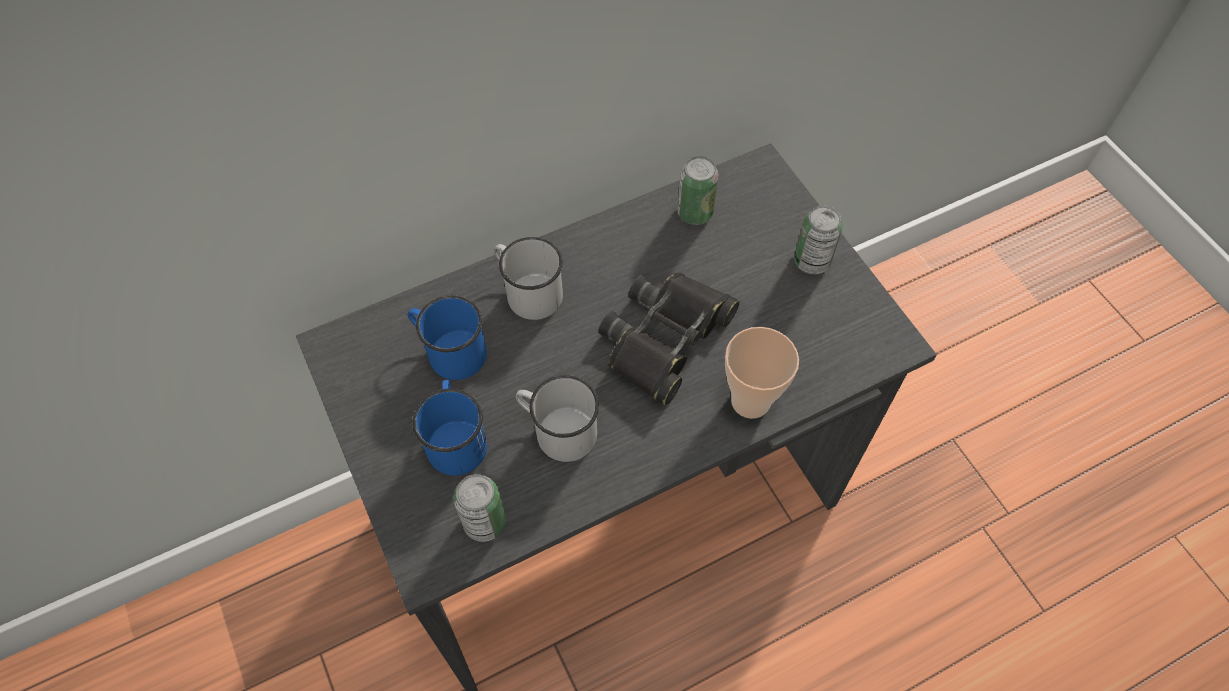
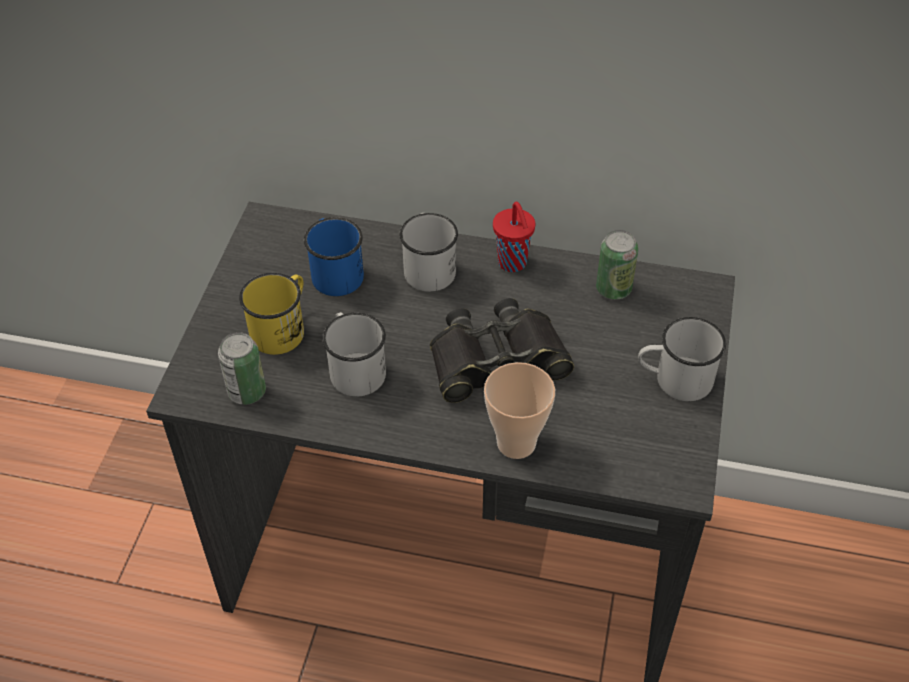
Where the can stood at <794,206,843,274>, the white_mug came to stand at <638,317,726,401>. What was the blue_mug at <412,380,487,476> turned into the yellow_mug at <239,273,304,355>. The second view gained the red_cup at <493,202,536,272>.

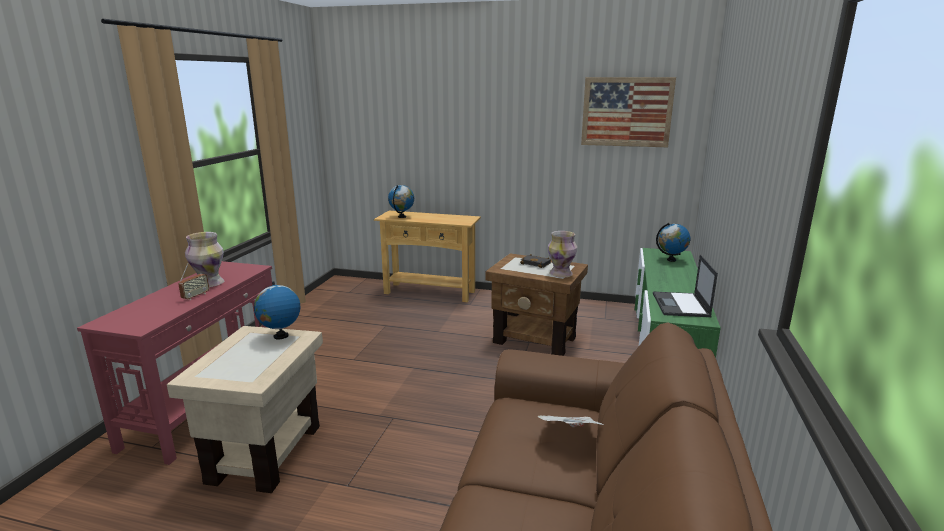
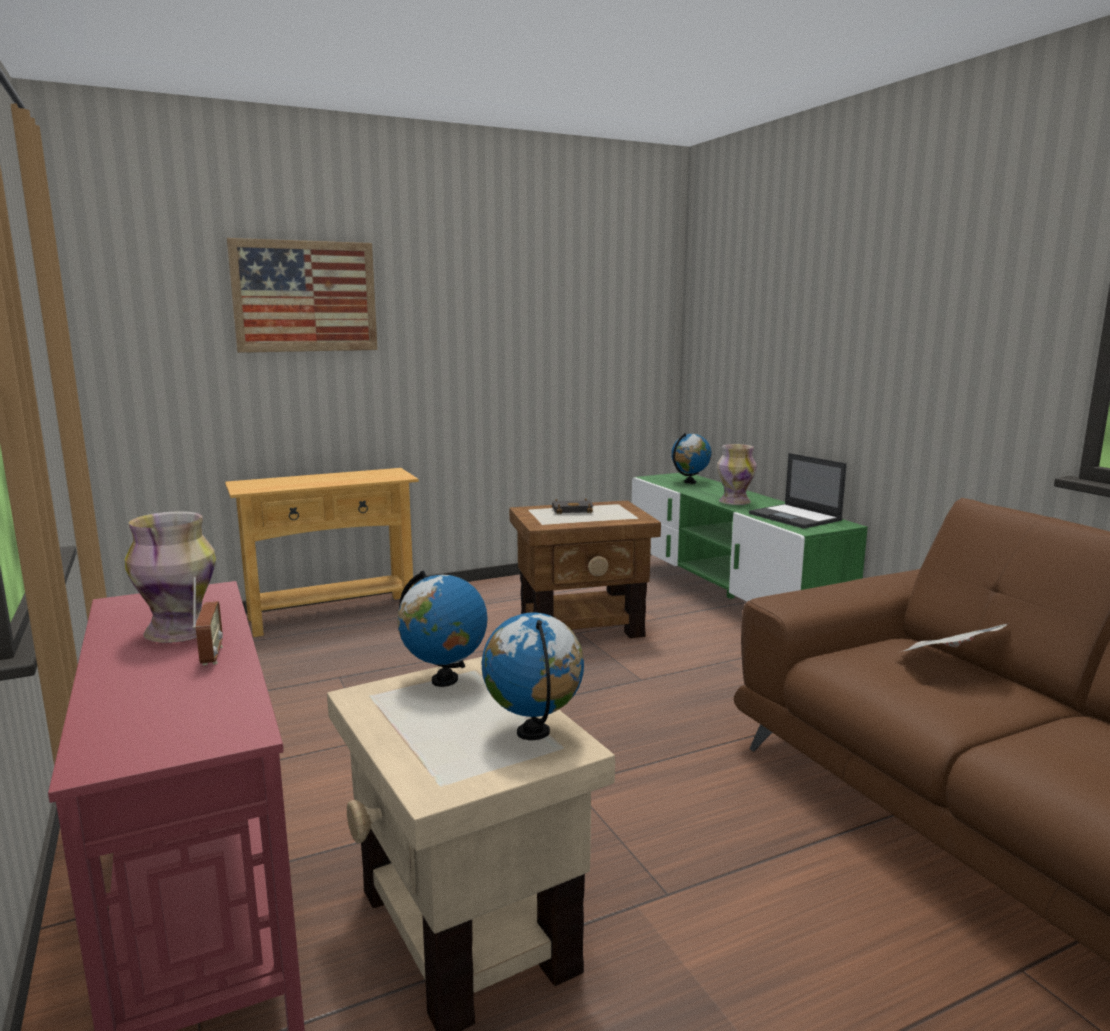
The picture ended up elsewhere, having gone from <581,77,676,147> to <227,238,378,353>. The globe ended up elsewhere, having gone from <388,185,414,218> to <481,612,584,740>. The vase ended up elsewhere, having gone from <548,231,577,278> to <717,444,757,505>.

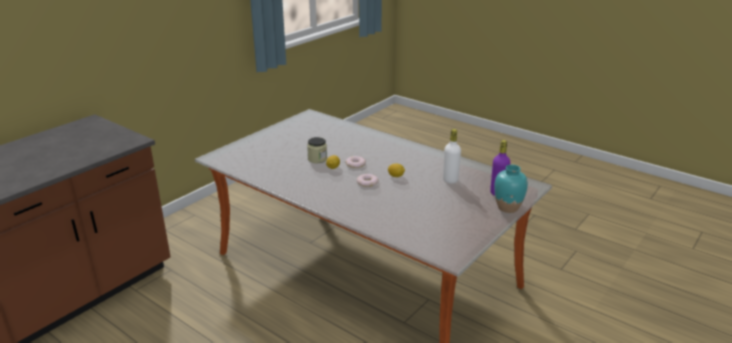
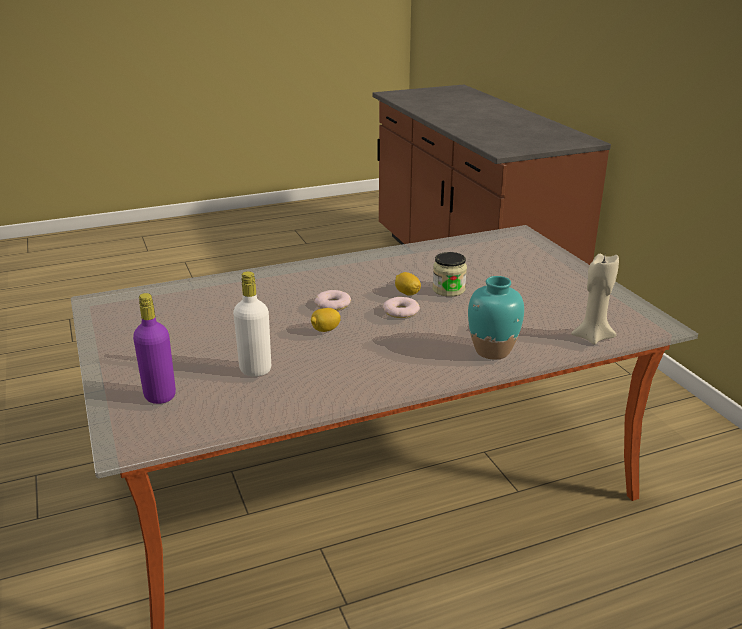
The turquoise_vase ended up elsewhere, having gone from <494,165,528,213> to <468,276,524,359>. The second view gained the beige_candle at <571,254,619,345>.

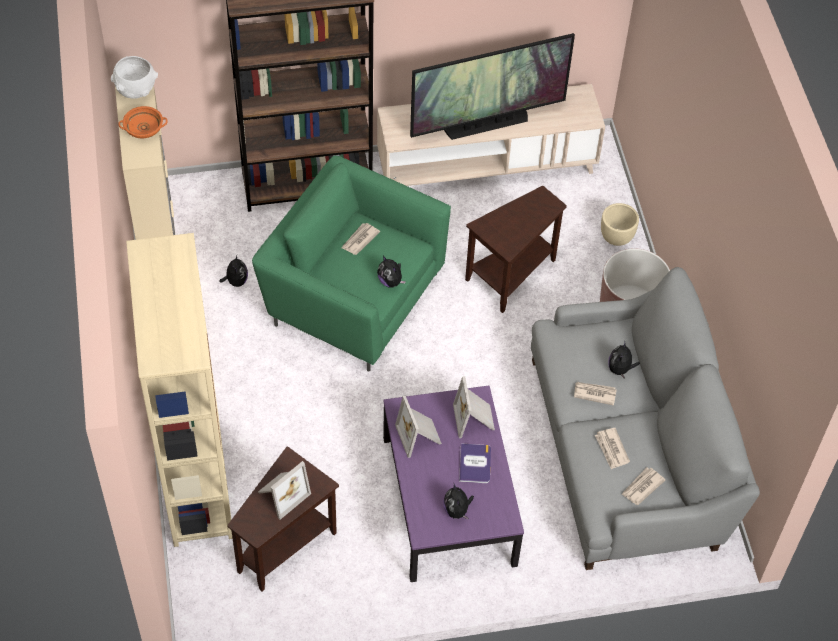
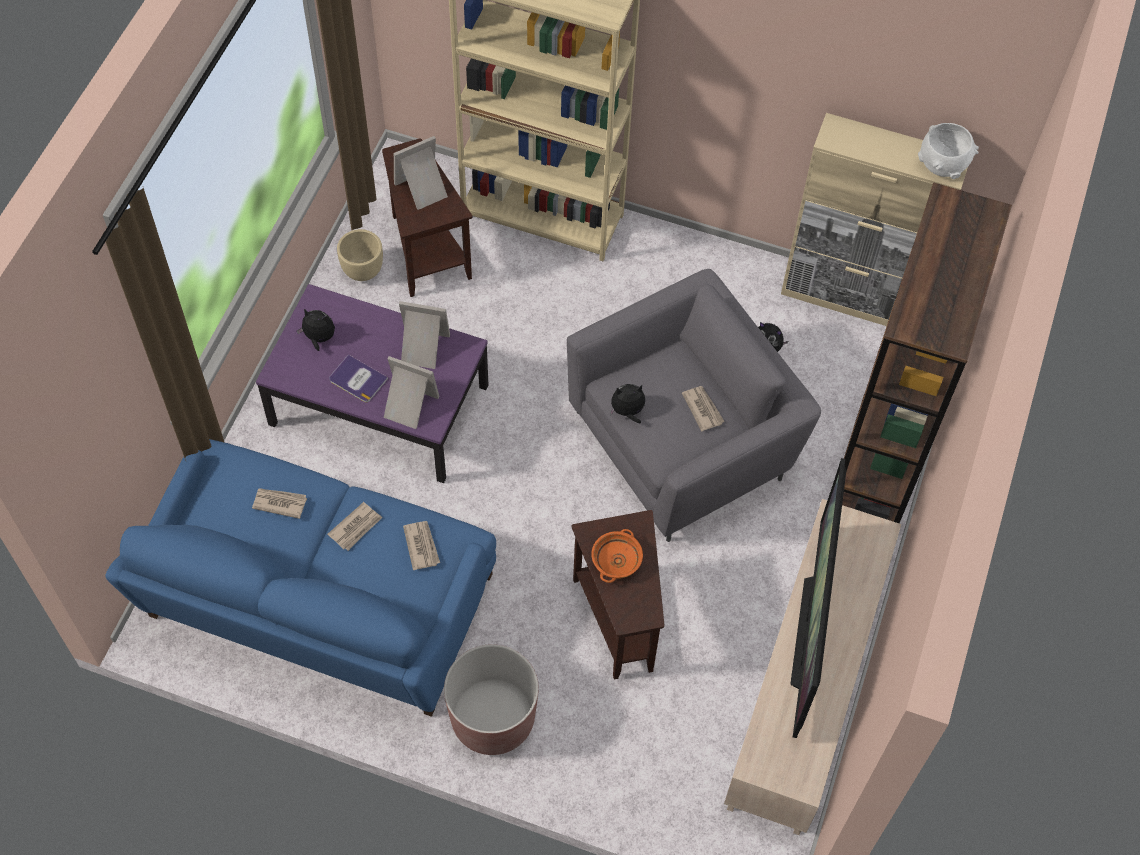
The orange_bowl ended up elsewhere, having gone from <118,106,168,138> to <591,529,643,583>. What was the green_armchair at <252,156,451,372> turned into the grey_armchair at <567,269,821,542>. The beige_planter ended up elsewhere, having gone from <601,203,639,246> to <337,229,383,281>. What was the grey_sofa at <531,267,760,570> turned into the blue_sofa at <105,439,496,717>. The second view lost the plush_toy at <608,341,640,379>. The picture_frame at <258,461,311,520> ended up facing another way, 75 degrees clockwise from before. The newspaper ended up elsewhere, having gone from <621,468,665,505> to <403,521,440,570>.

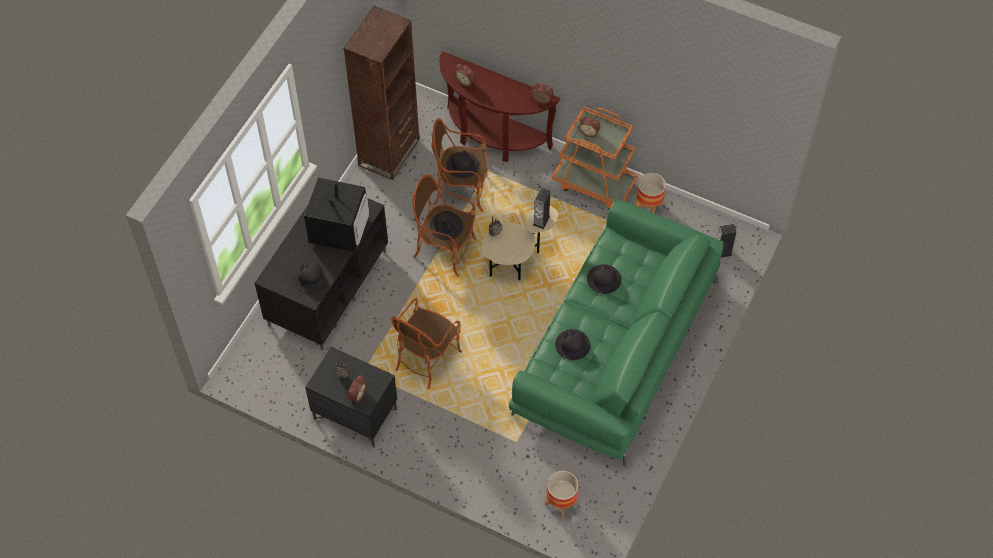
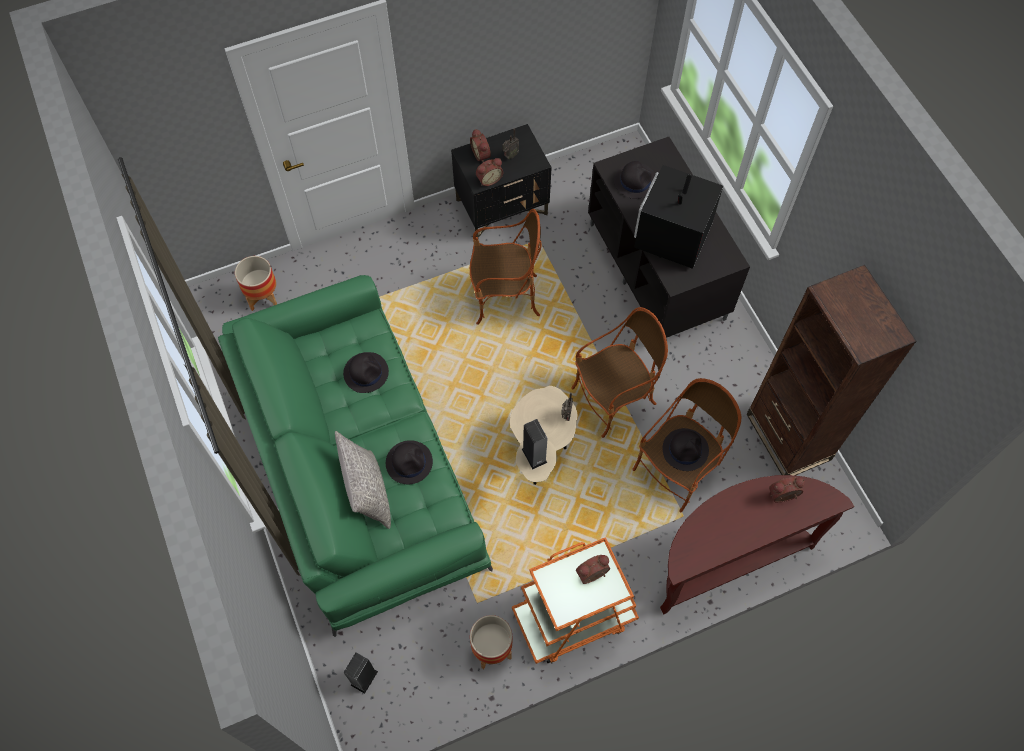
The alarm_clock ended up elsewhere, having gone from <532,83,553,104> to <476,158,503,186>. The television at <304,177,369,252> ended up facing another way, 60 degrees clockwise from before. The second view lost the black_hat at <430,211,463,240>. The armchair at <391,298,462,389> ended up facing another way, 105 degrees clockwise from before. The second view gained the grey_pillow at <335,431,391,529>.

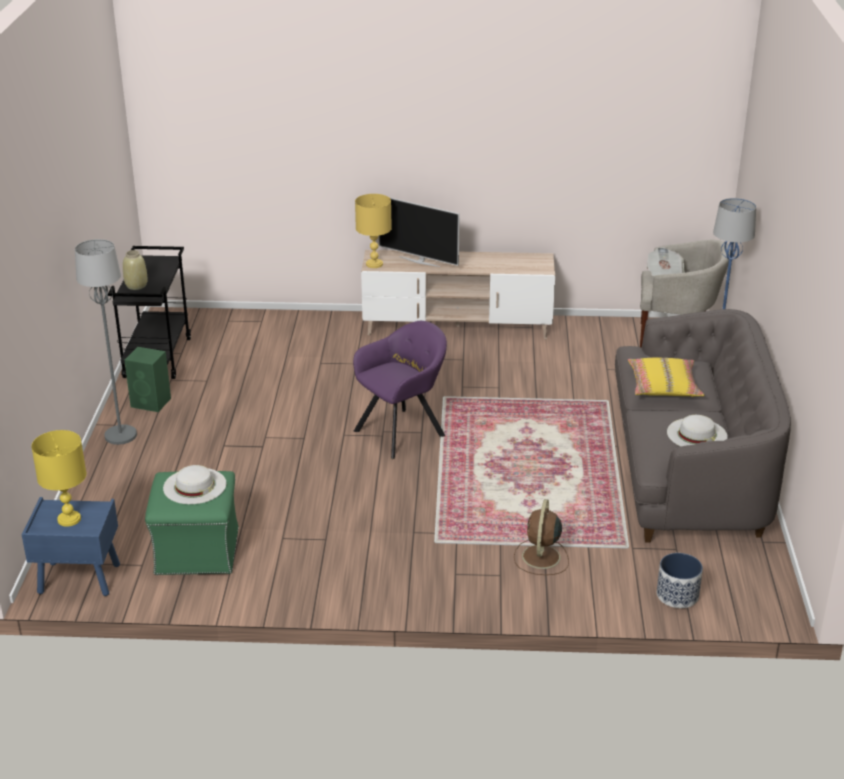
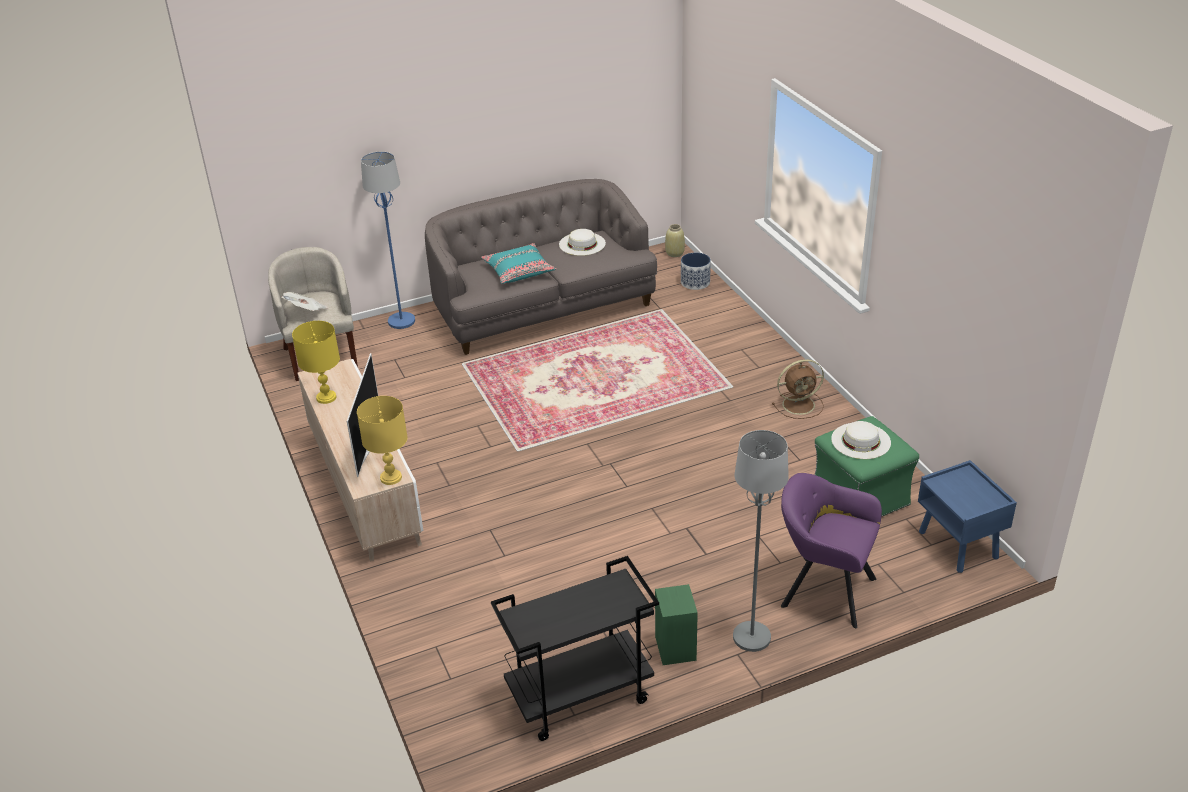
The beige_vase ended up elsewhere, having gone from <123,250,148,290> to <665,224,685,257>. The purple_armchair ended up elsewhere, having gone from <353,321,447,459> to <781,473,882,628>. What was the yellow_pillow at <628,358,704,397> turned into the turquoise_pillow at <481,243,556,284>. The yellow_table_lamp ended up elsewhere, having gone from <31,430,87,527> to <292,321,340,404>. The brown_fan ended up elsewhere, having gone from <514,499,569,575> to <772,359,824,419>.

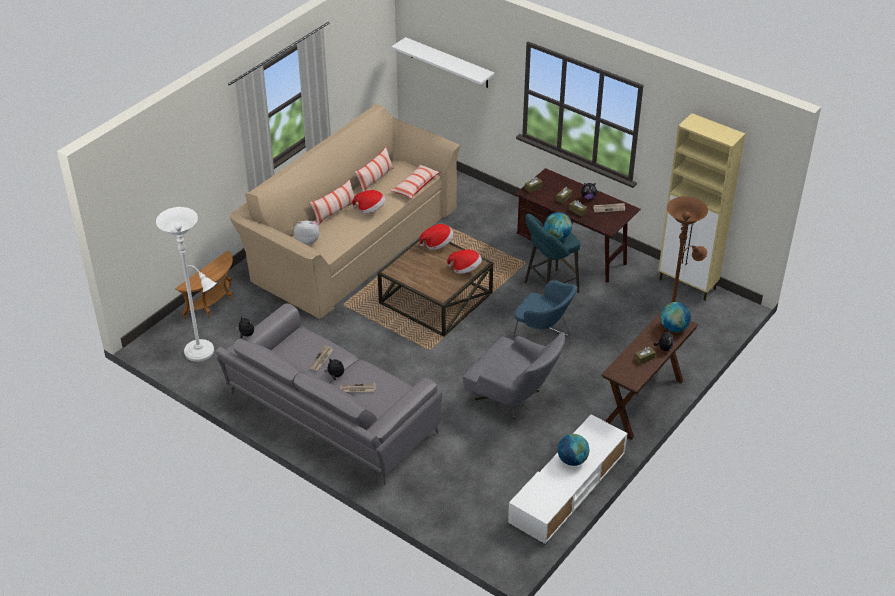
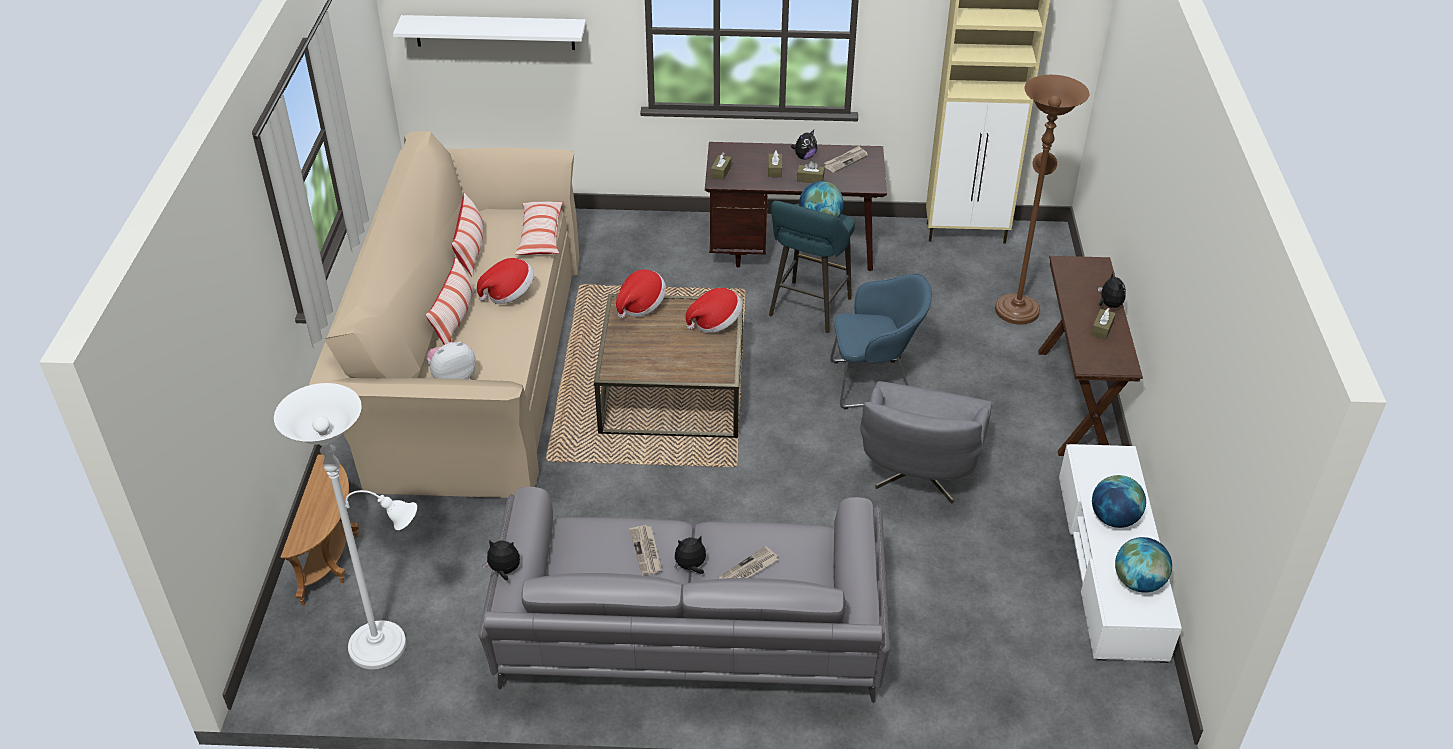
The globe ended up elsewhere, having gone from <660,302,691,332> to <1115,537,1172,593>. The grey_armchair at <463,332,565,419> ended up facing another way, 105 degrees clockwise from before.

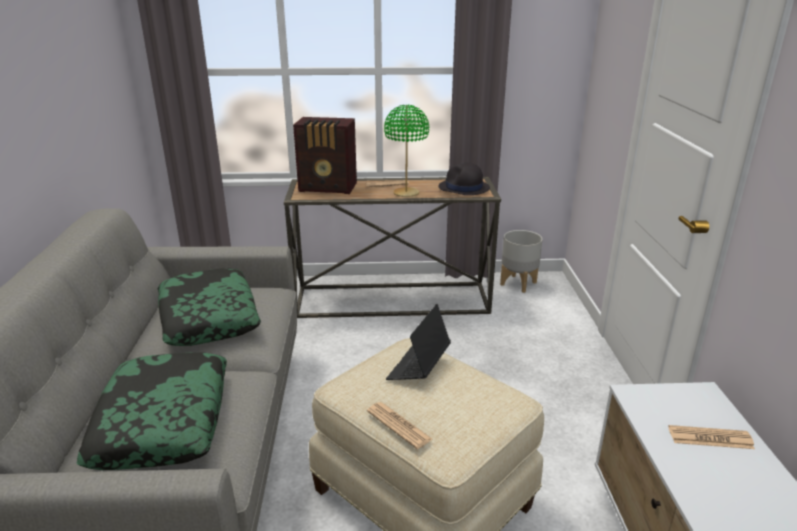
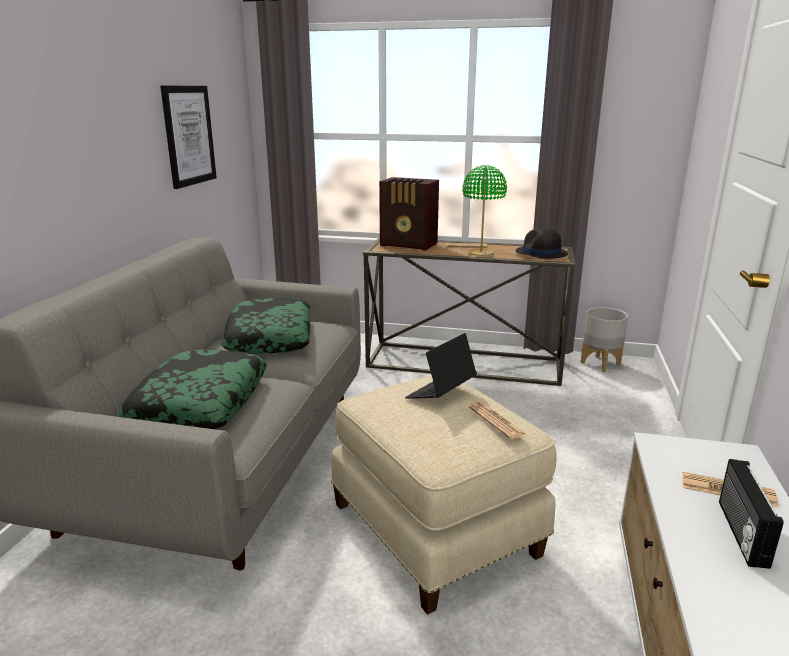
The newspaper ended up elsewhere, having gone from <367,402,432,449> to <469,402,527,439>. The second view gained the picture at <160,86,217,189>. The second view gained the radio at <719,459,784,569>.

